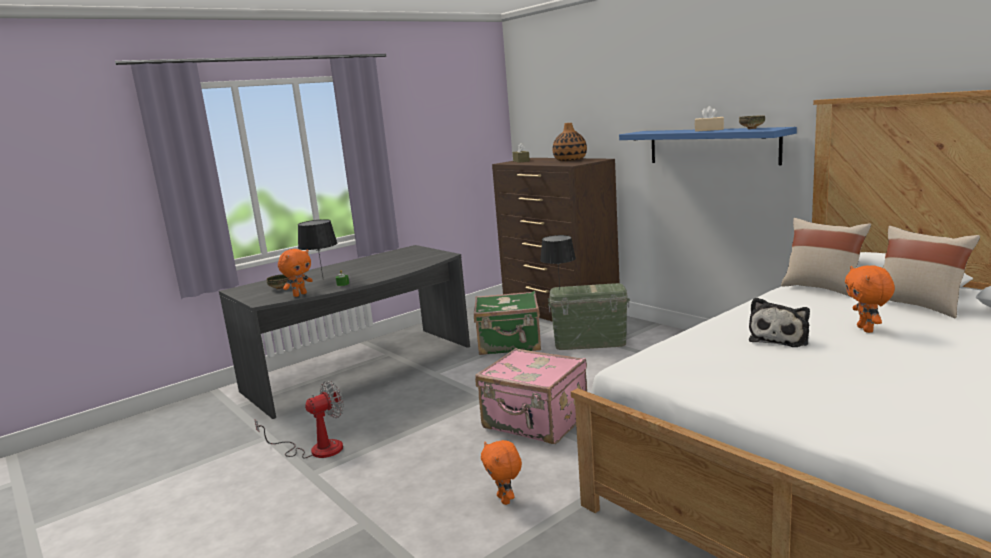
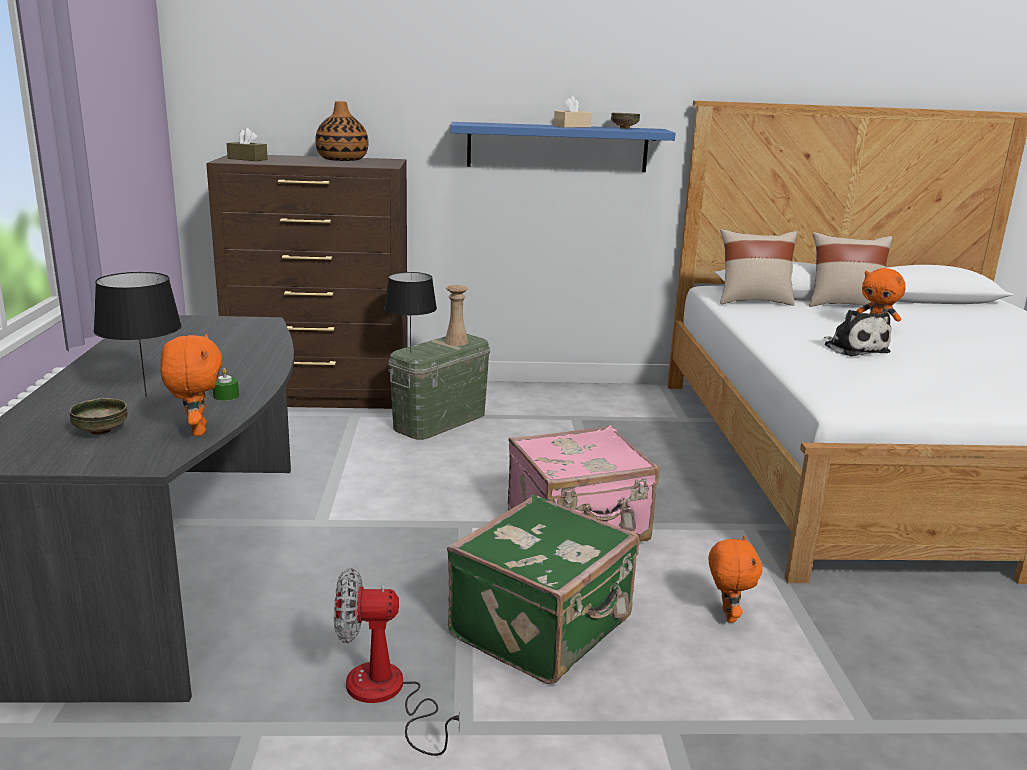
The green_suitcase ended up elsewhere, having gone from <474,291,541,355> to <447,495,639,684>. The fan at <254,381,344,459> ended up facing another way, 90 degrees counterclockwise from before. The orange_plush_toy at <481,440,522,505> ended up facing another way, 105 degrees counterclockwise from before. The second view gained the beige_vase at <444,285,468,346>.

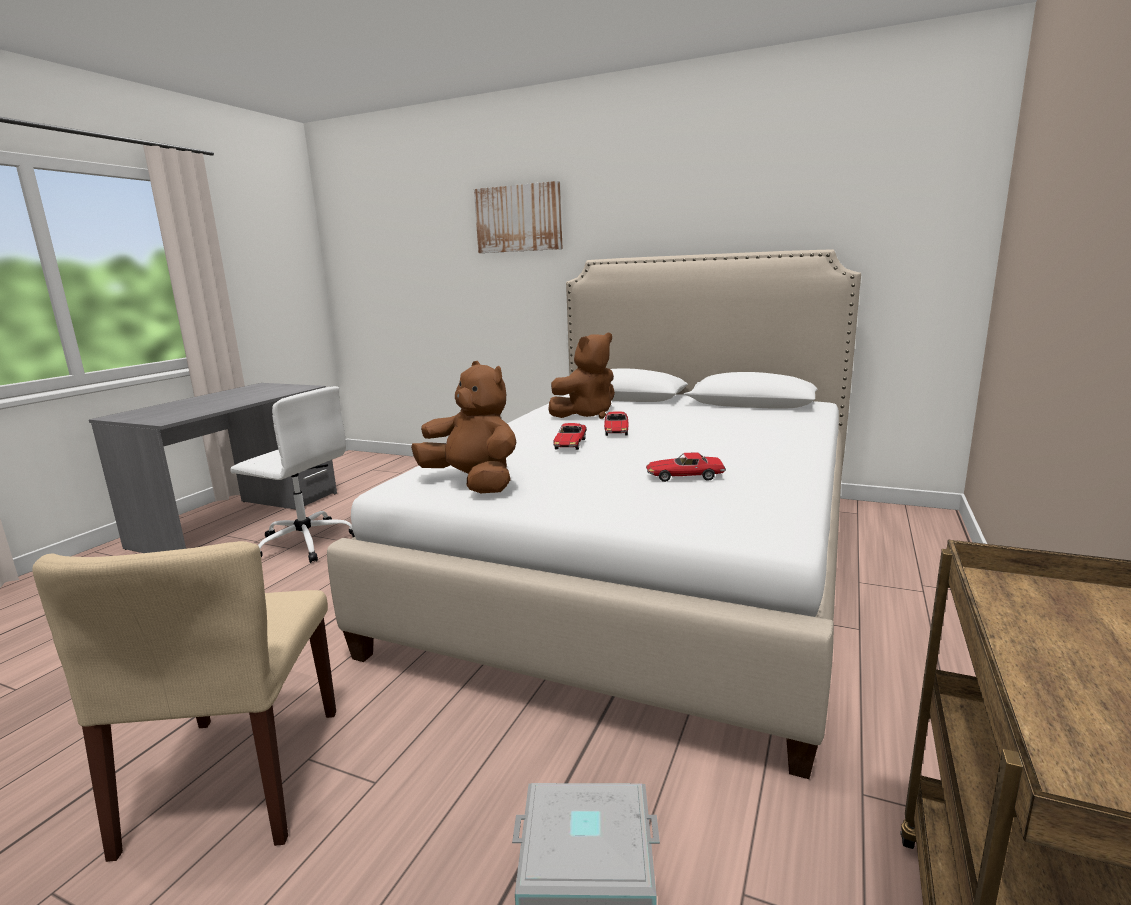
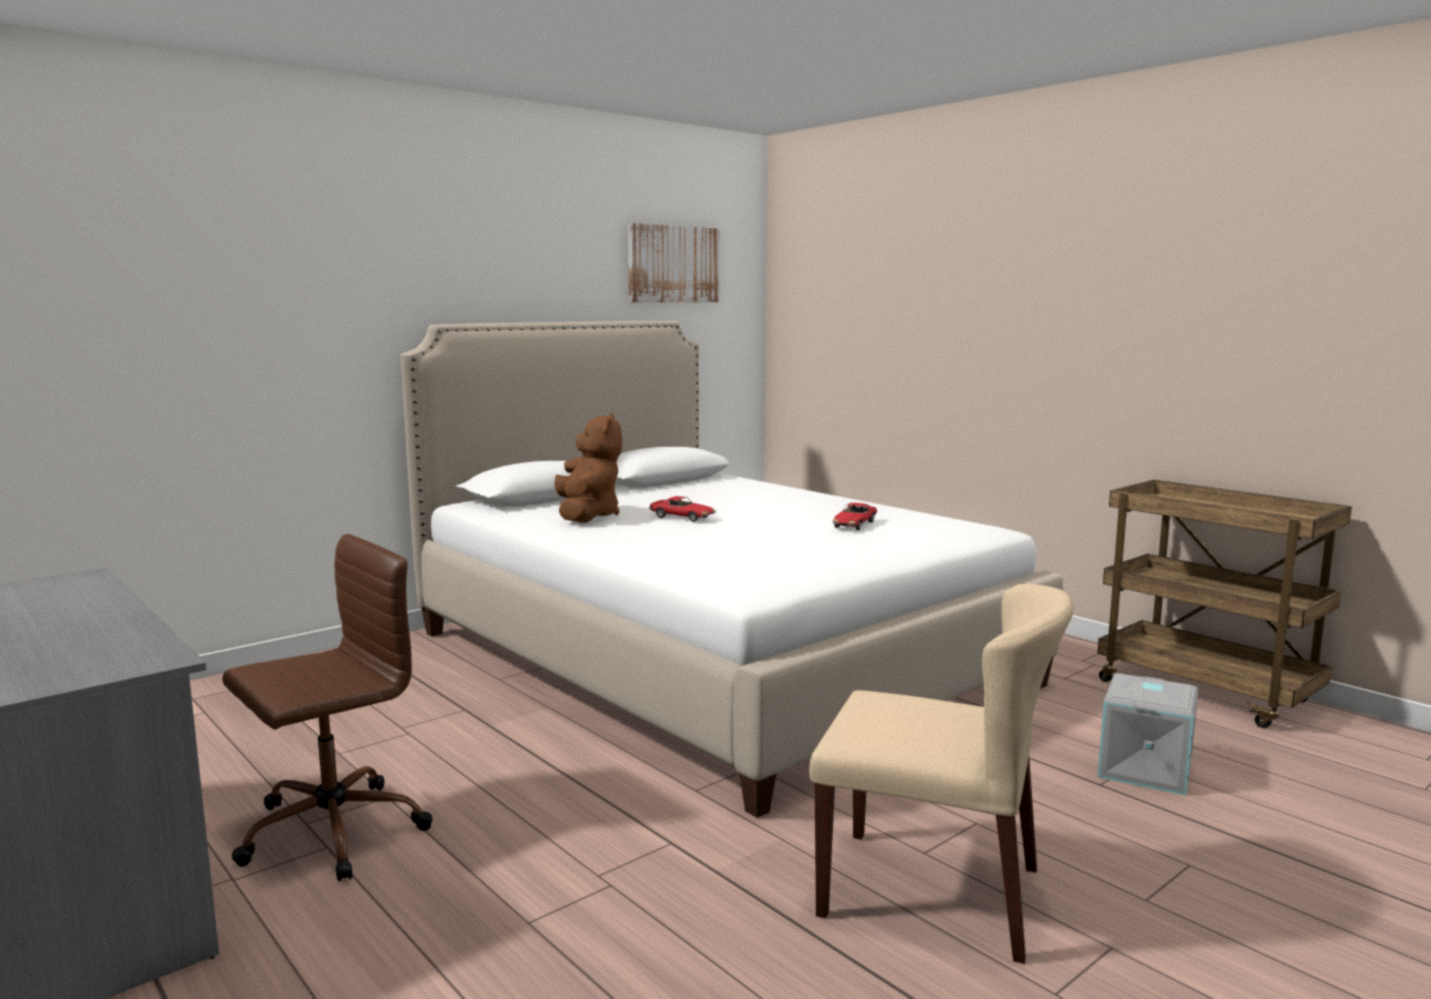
The picture ended up elsewhere, having gone from <474,181,563,253> to <628,223,720,302>. The second view lost the brown_plush_toy at <411,361,516,493>. What was the white_office_chair at <230,386,355,563> turned into the brown_office_chair at <223,534,433,881>. The second view lost the toy_car at <553,423,587,450>.

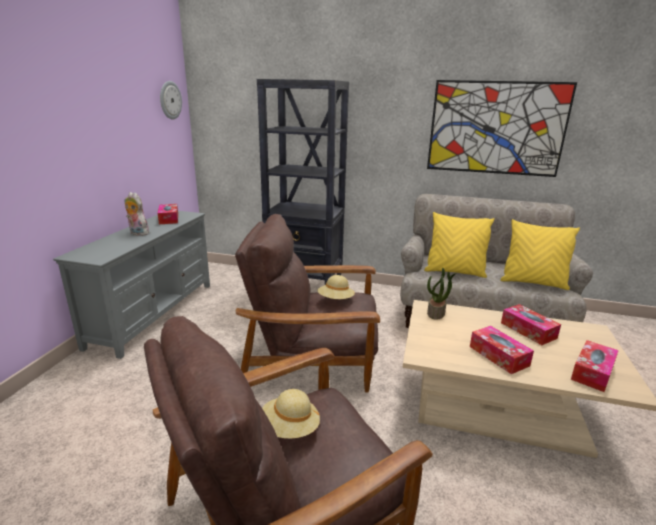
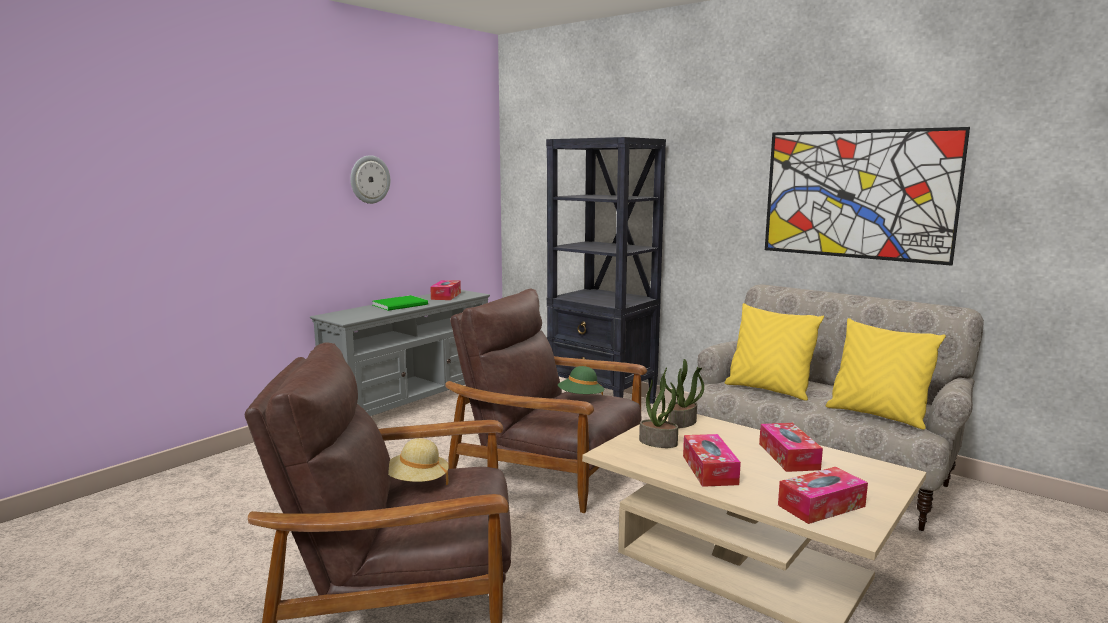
The wall_clock ended up elsewhere, having gone from <160,81,182,120> to <350,155,390,204>. Where the plush_toy stood at <125,192,149,236>, the green_book came to stand at <373,295,428,311>. What was the beige_hat at <317,275,355,299> turned into the green_hat at <558,366,605,396>. The second view gained the potted_plant at <639,374,678,448>.

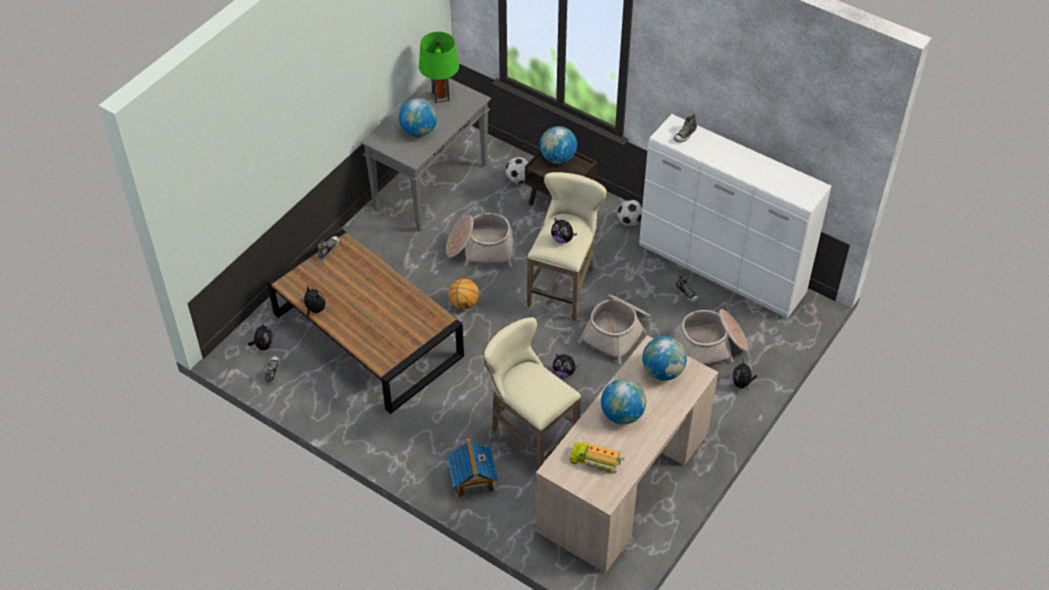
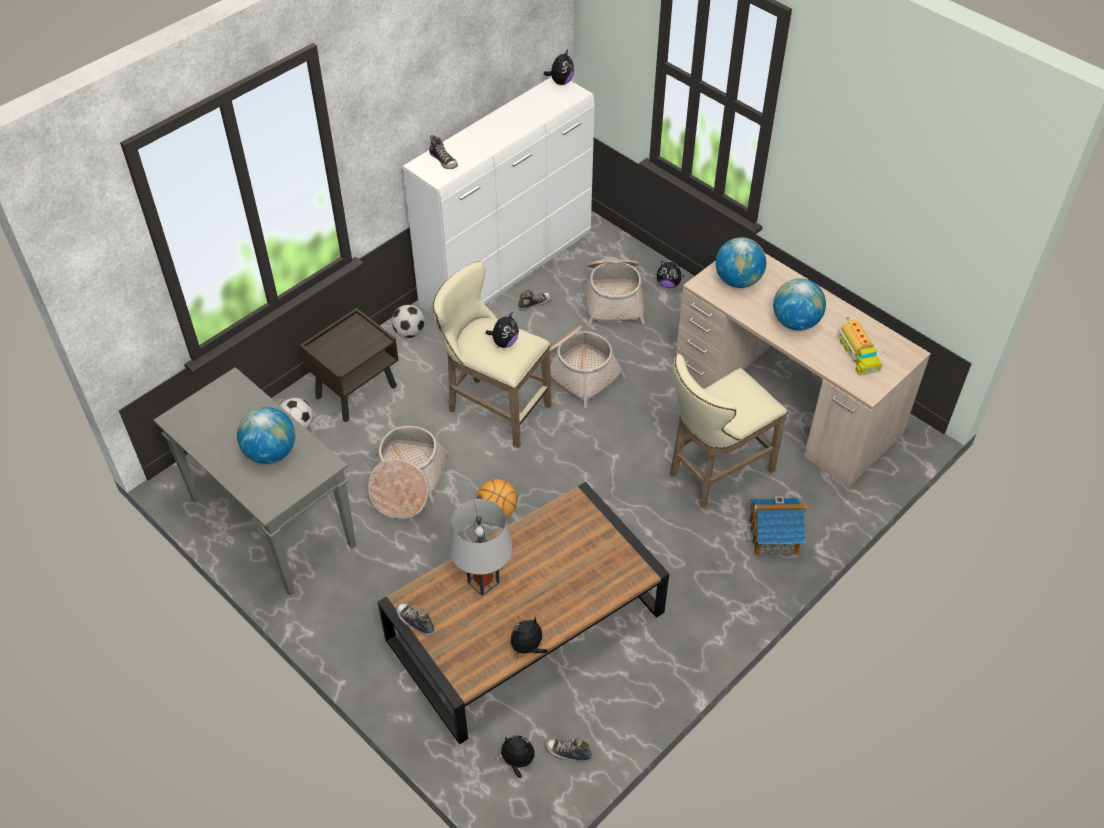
The second view lost the green_table_lamp at <419,32,459,103>. The second view lost the globe at <540,126,577,164>. The plush_toy ended up elsewhere, having gone from <553,354,579,377> to <544,49,574,85>. The toy_truck at <569,438,625,474> ended up facing another way, 45 degrees counterclockwise from before. The second view gained the grey_table_lamp at <449,499,512,596>.

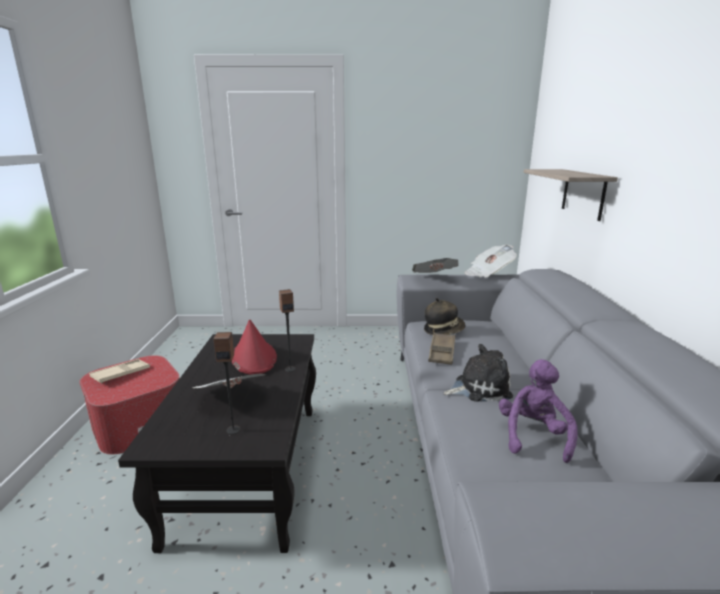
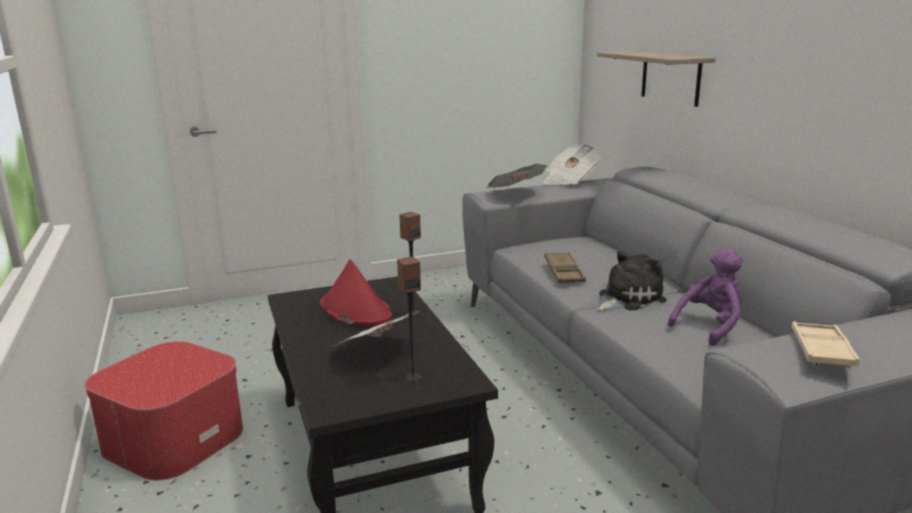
The second view lost the hat at <424,298,465,335>. The beige_tray ended up elsewhere, having gone from <89,359,150,384> to <792,321,860,369>. The purple_plush_toy at <499,359,578,463> ended up facing another way, 60 degrees clockwise from before.

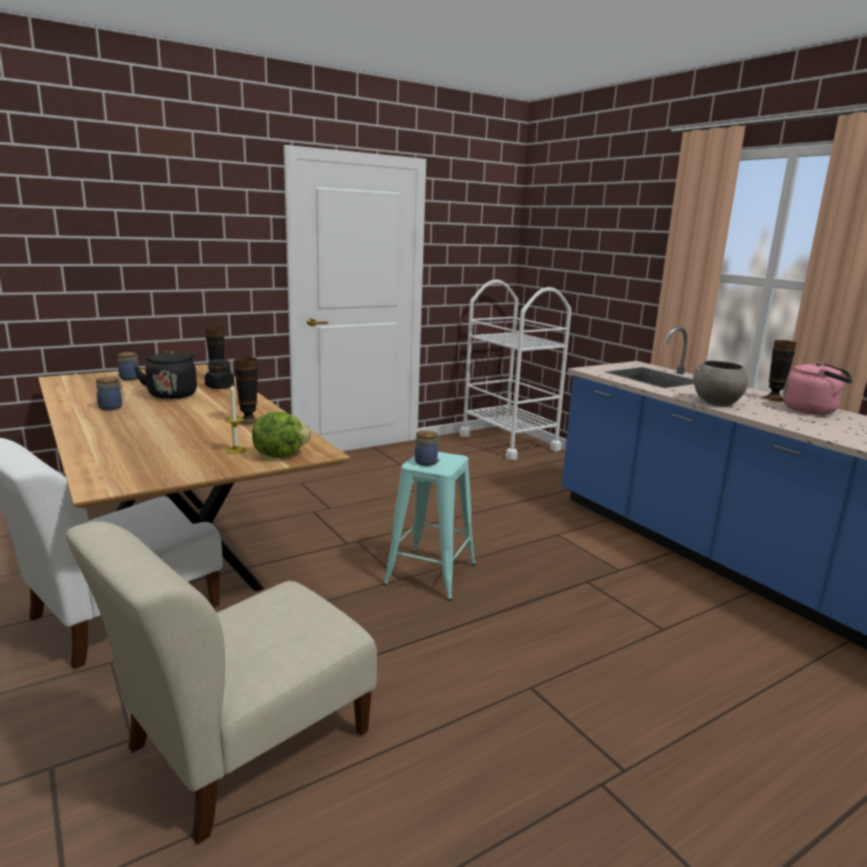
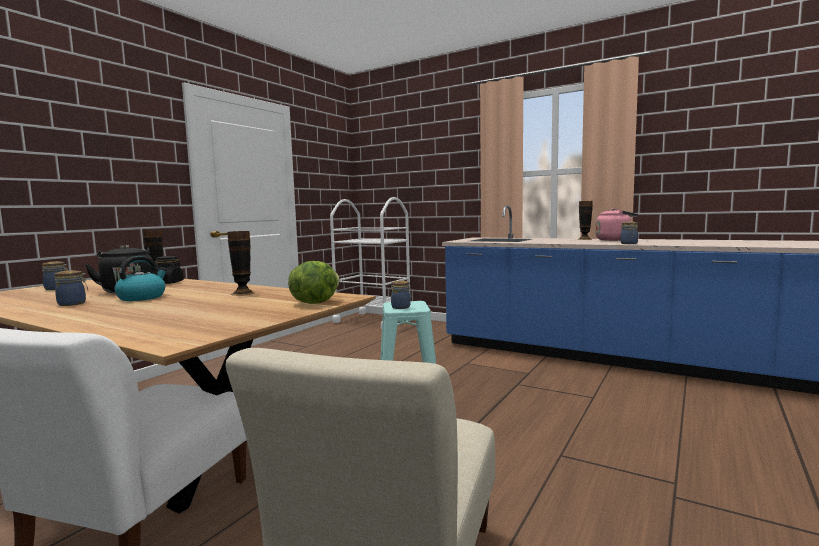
The second view lost the grey_bowl at <693,360,748,406>. The second view lost the candle at <225,385,247,454>. The second view gained the jar at <620,222,638,244>. The second view gained the kettle at <114,256,167,301>.

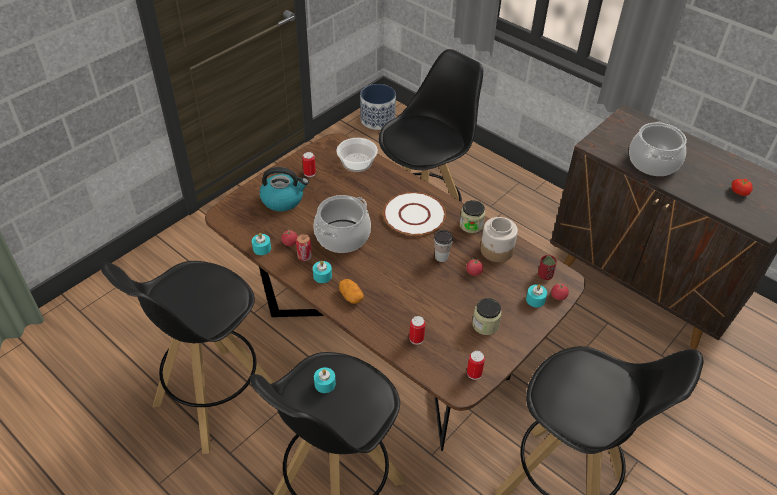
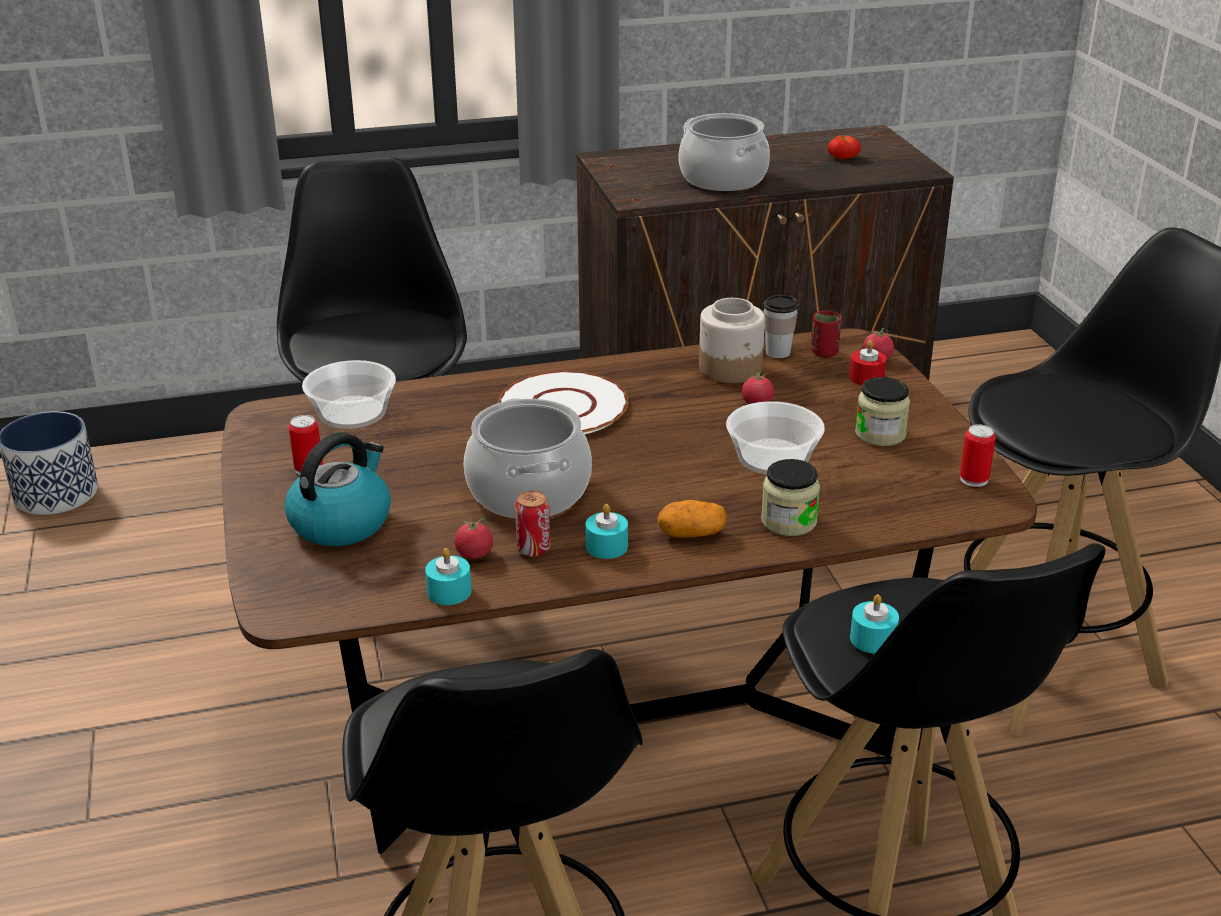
The jar ended up elsewhere, having gone from <460,200,485,233> to <761,459,820,536>. The cup ended up elsewhere, having gone from <434,230,453,262> to <763,295,799,358>. What was the turquoise_candle at <526,285,547,307> turned into the red_candle at <849,340,887,385>. The second view lost the can at <409,316,425,345>. The second view gained the bowl at <726,401,825,475>.

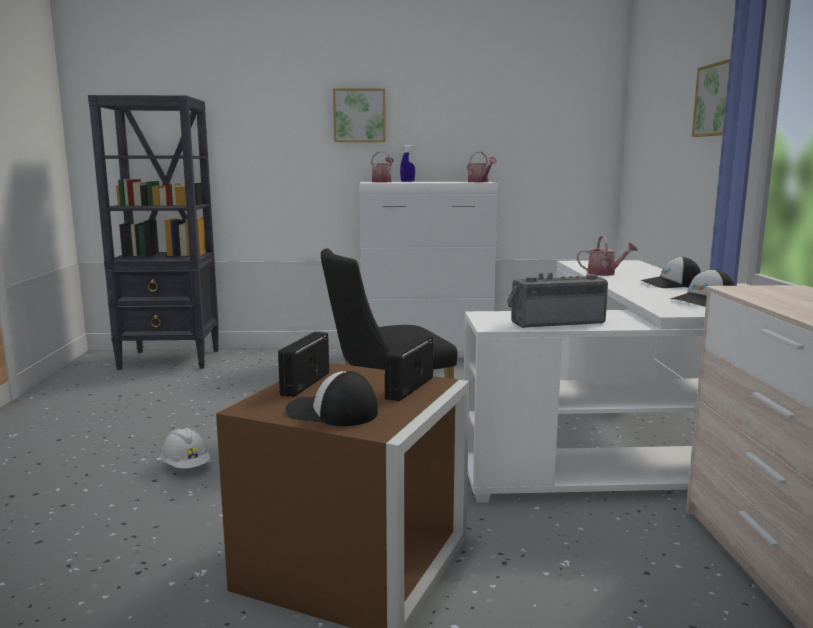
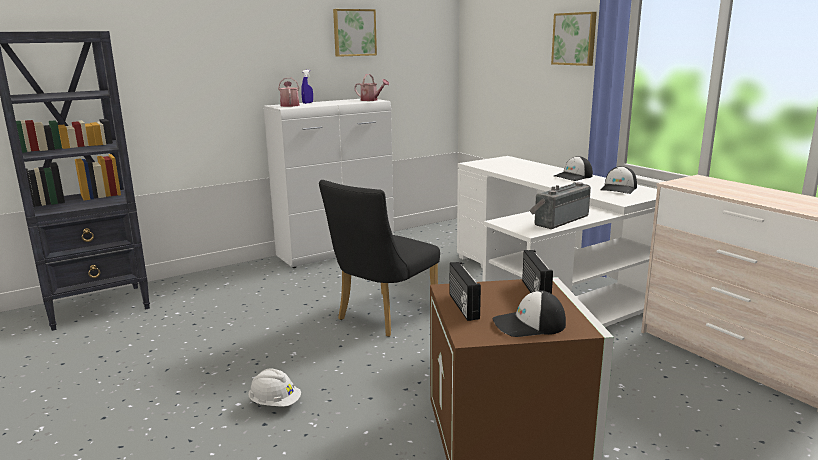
The picture ended up elsewhere, having gone from <333,88,385,142> to <333,9,377,57>. The second view lost the watering_can at <577,235,638,276>.

